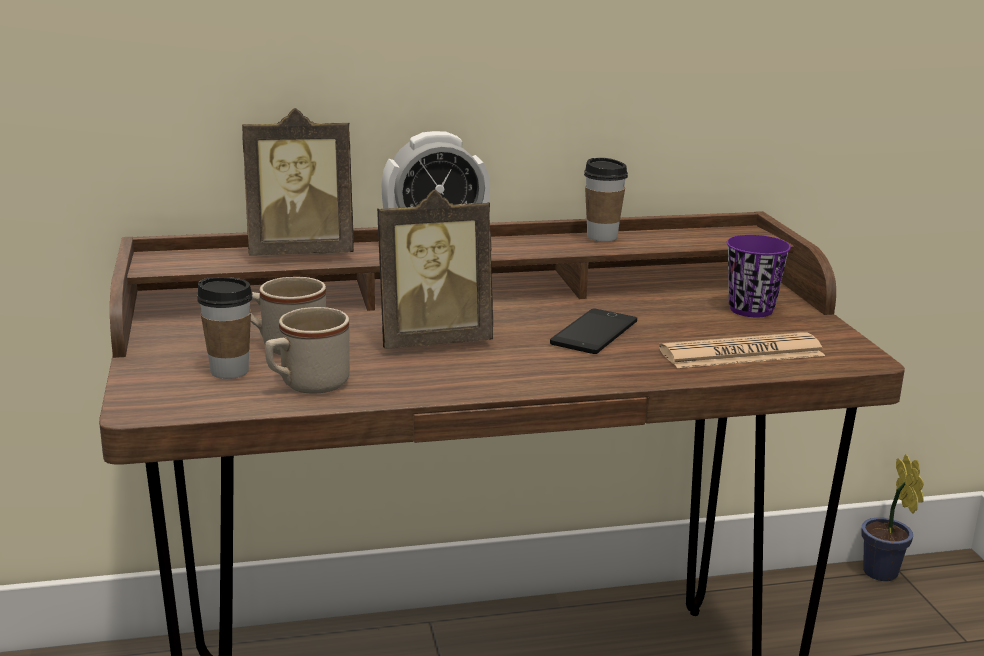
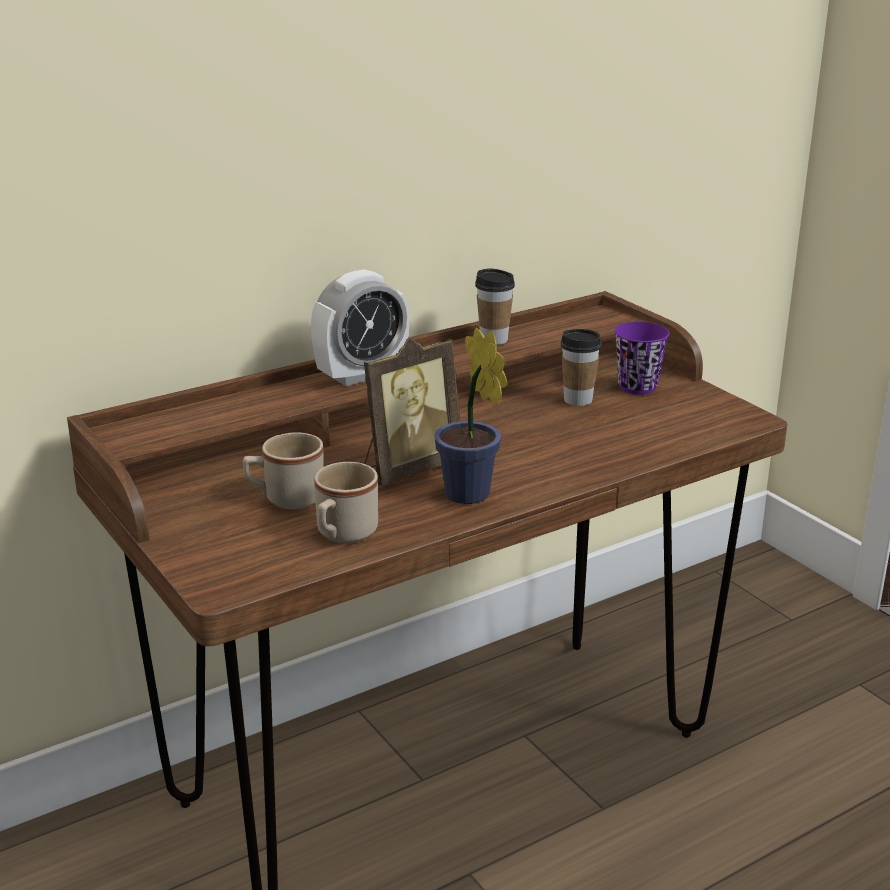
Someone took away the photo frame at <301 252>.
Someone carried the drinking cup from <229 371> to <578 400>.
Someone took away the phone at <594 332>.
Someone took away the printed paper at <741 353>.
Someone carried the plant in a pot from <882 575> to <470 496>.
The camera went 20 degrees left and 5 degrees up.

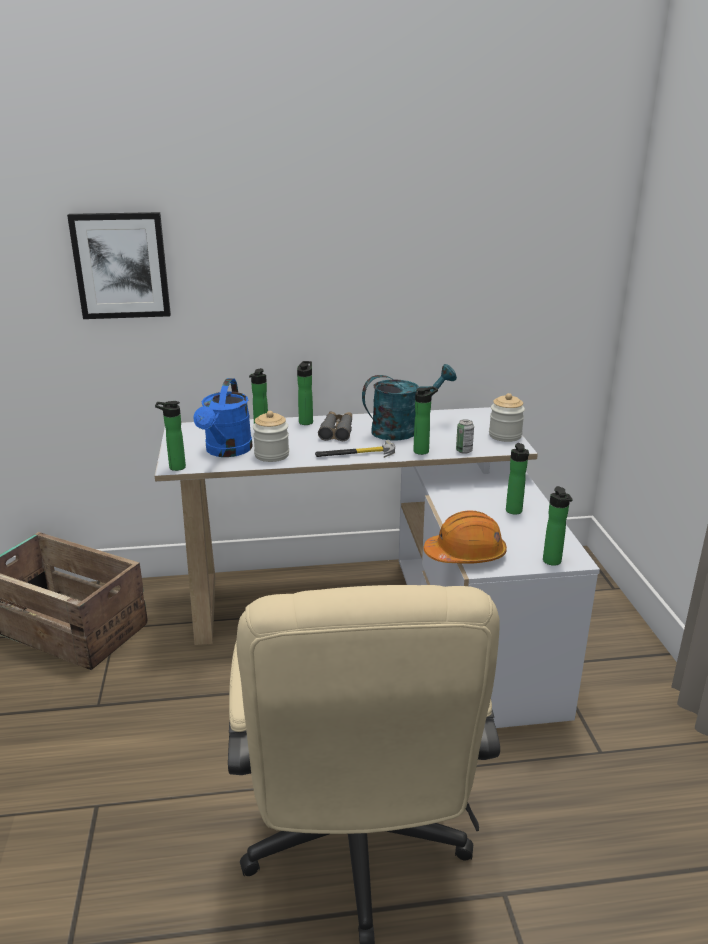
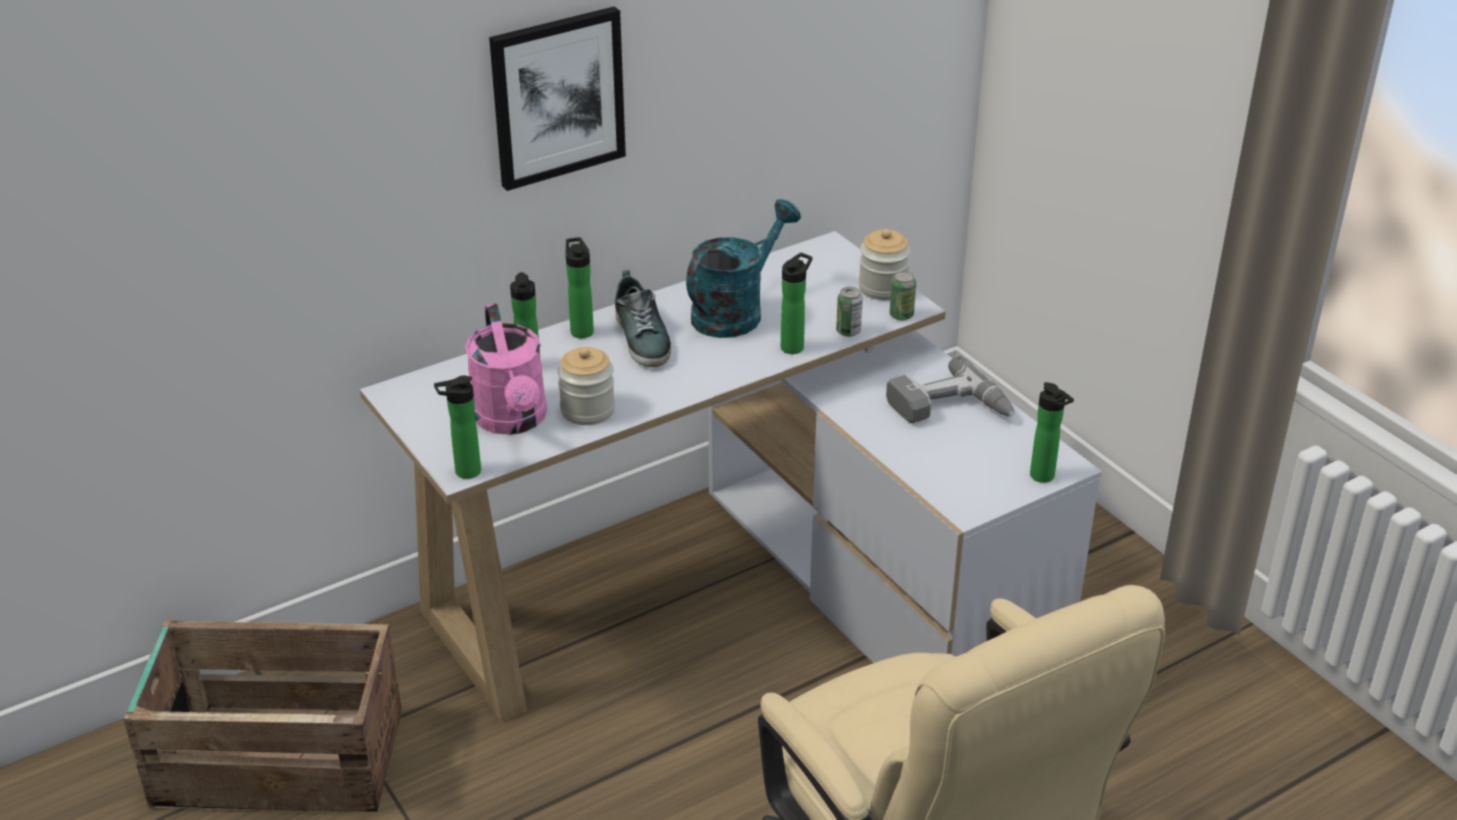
Someone carried the wall art from <121 265> to <557 97>.
Someone repainted the bluish watering can at <226 451>, which became the pink-coloured watering can at <513 421>.
Someone swapped the grey pair of binoculars at <337 431> for the low shoe at <643 338>.
Someone took away the hammer at <355 454>.
Someone swapped the drink bottle at <514 512> for the power drill at <950 409>.
Someone took away the orange-coloured safety helmet at <465 555>.
Someone put down the can at <901 315>.
The camera went 25 degrees left and 10 degrees up.

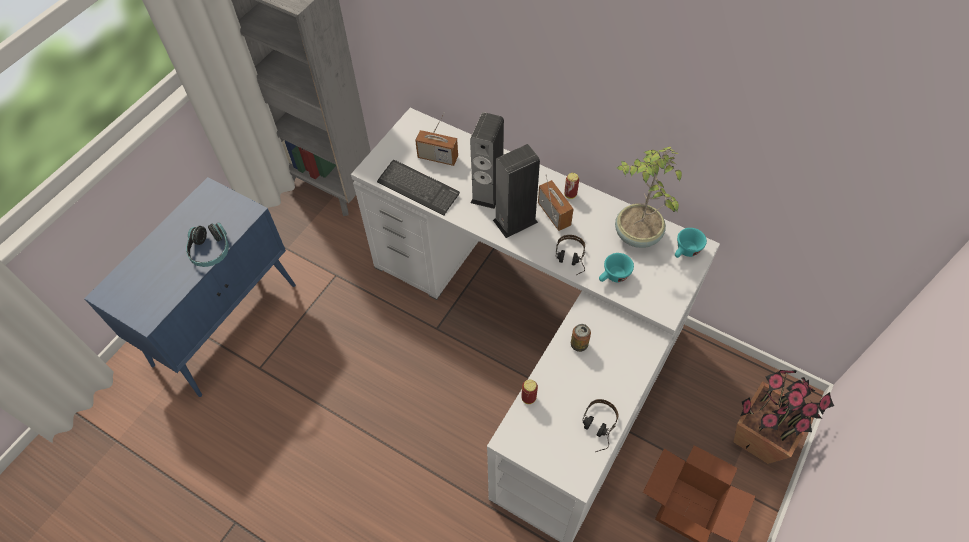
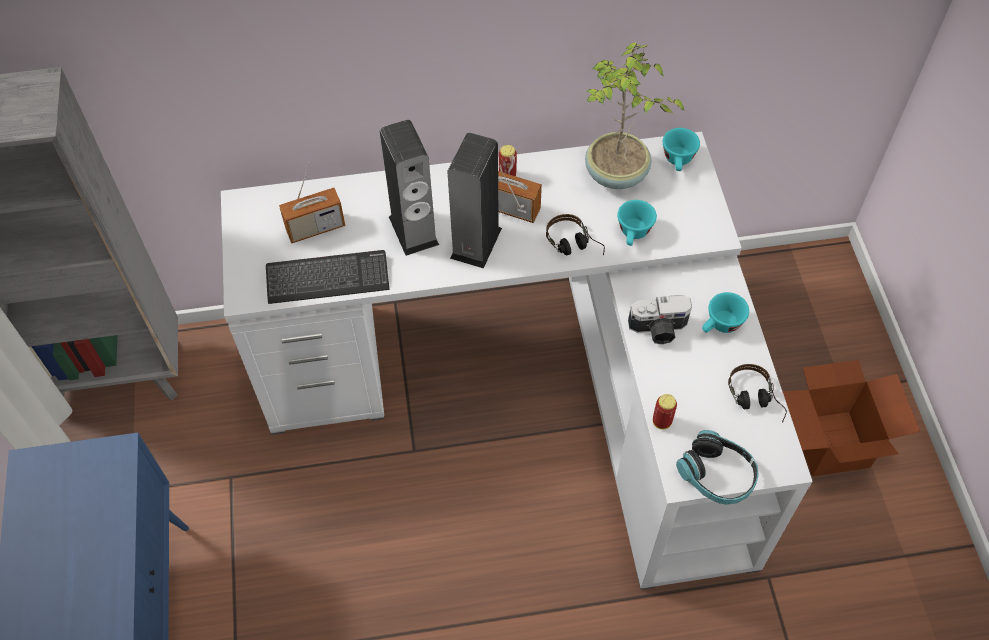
Someone carried the pair of headphones from <210 250> to <717 475>.
Someone swapped the can at <579 344> for the photo camera at <658 330>.
Someone took away the plant in a pot at <758 437>.
Someone put down the turquoise-coloured drinking cup at <720 325>.
The camera went 40 degrees left and 0 degrees up.

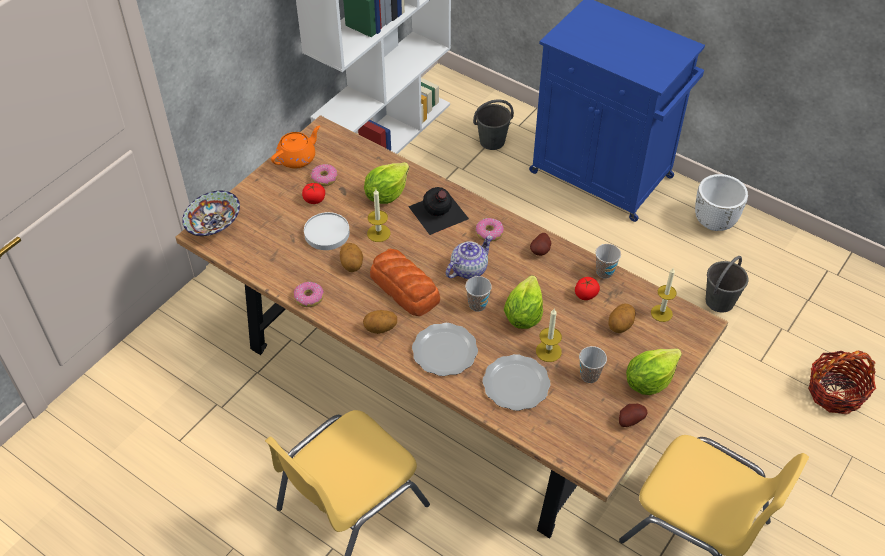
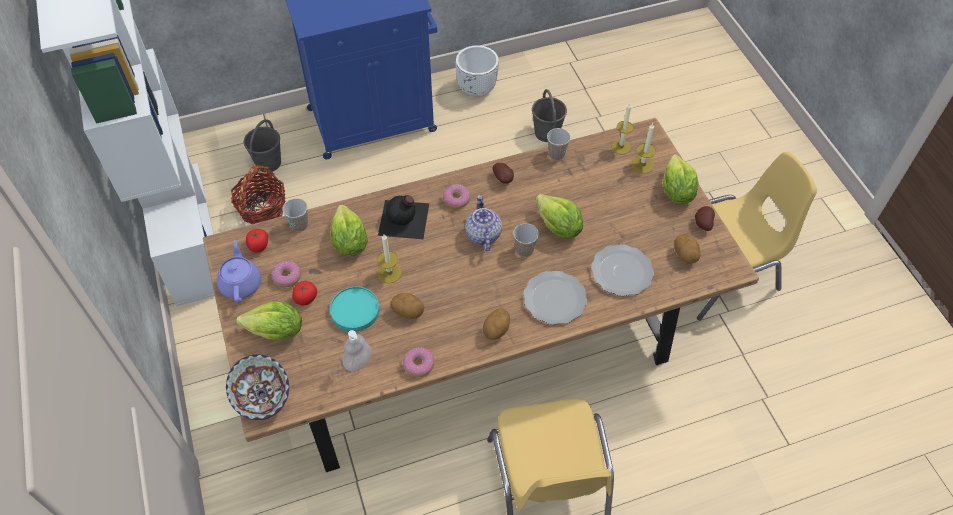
Someone repainted the orange-coloured pot for tea at <297 158>, which became the purplish pot for tea at <241 283>.
Someone repainted the whitish flat dish at <327 233>, which became the turquoise-coloured flat dish at <355 310>.
Someone took away the baked bread at <405 289>.
Someone carried the tomato from <586 295> to <259 246>.
Someone carried the spud from <620 325> to <685 255>.
Someone carried the wax candle from <548 351> to <642 165>.
Someone carried the drinking cup from <589 375> to <299 225>.
Someone carried the basket from <835 392> to <262 208>.
Someone put down the lettuce at <276 332>.
Someone put down the liquid soap bottle at <358 362>.
The camera went 55 degrees left and 5 degrees up.

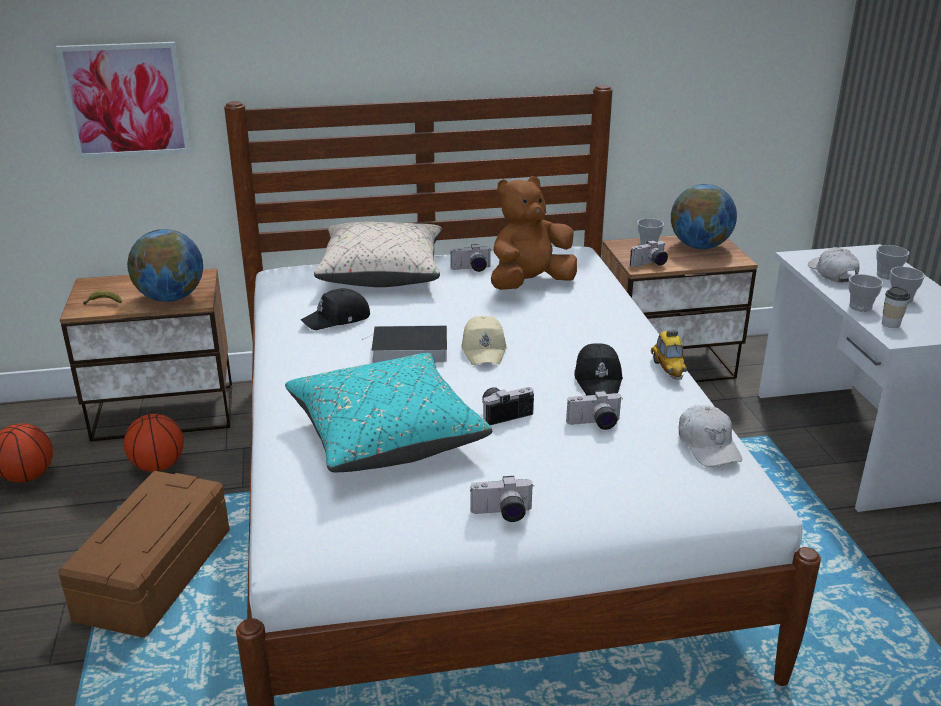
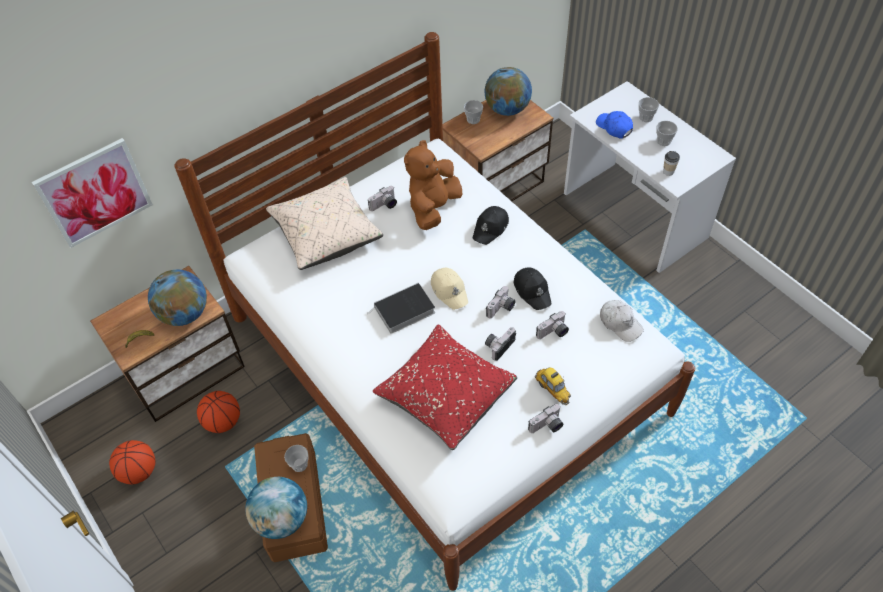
Someone carried the photo camera from <650 264> to <501 309>.
Someone repainted the whitish baseball cap at <832 273>, which became the bluish baseball cap at <614 127>.
Someone carried the drinking cup from <860 306> to <299 464>.
Someone carried the black baseball cap from <337 319> to <491 228>.
Someone carried the miniature car from <668 369> to <552 390>.
Someone repainted the turquoise-coloured cushion at <386 435>, which became the red-coloured cushion at <445 395>.
Someone put down the world globe at <281 519>.
The camera went 25 degrees left and 25 degrees up.

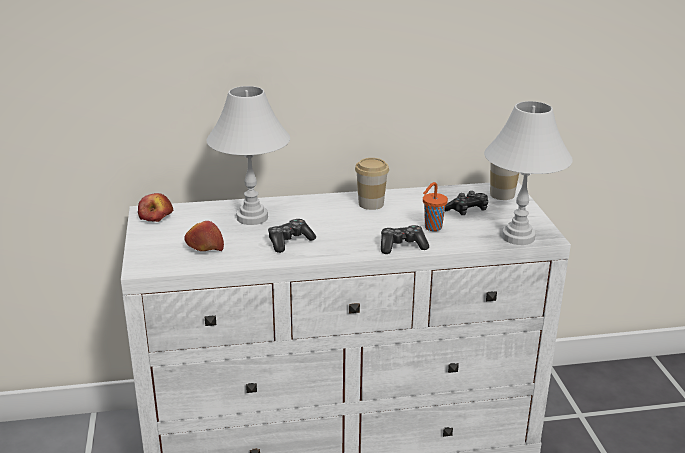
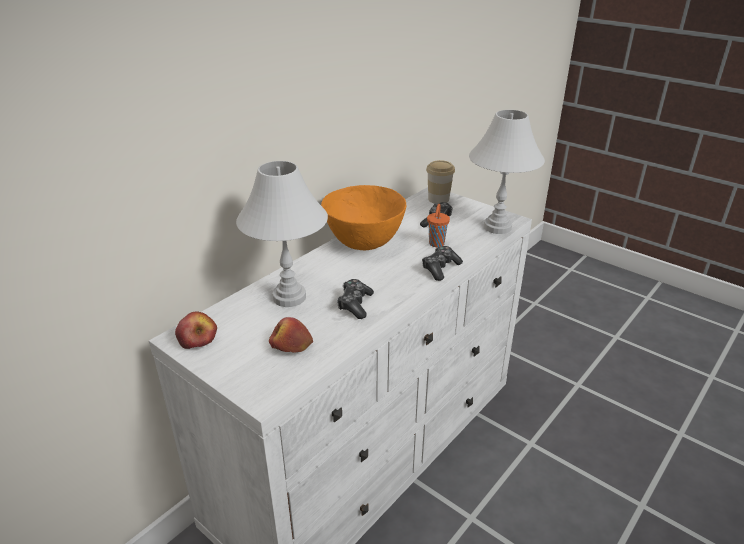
Someone swapped the drinking cup at <371 204> for the orange-coloured deep dish at <364 243>.
The camera went 40 degrees left and 5 degrees up.

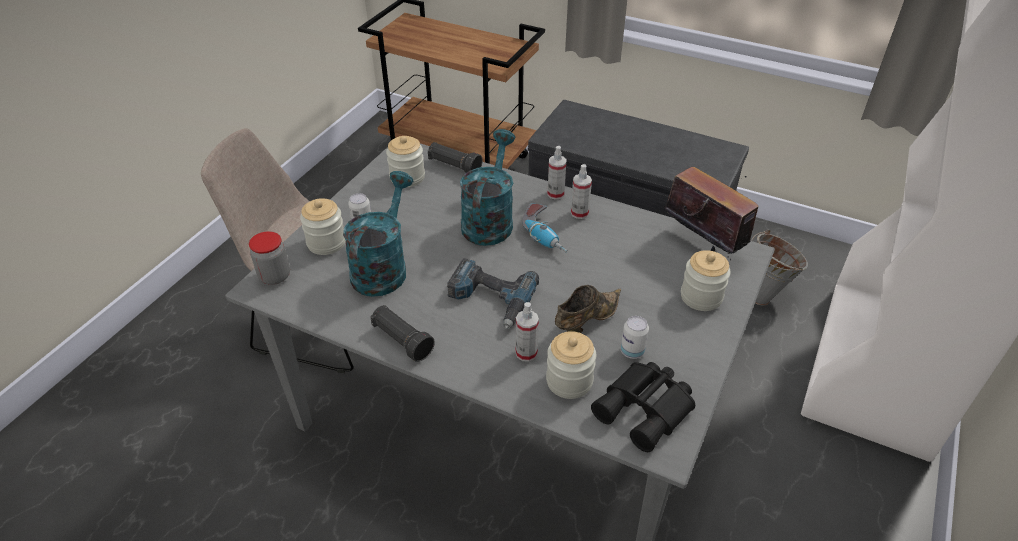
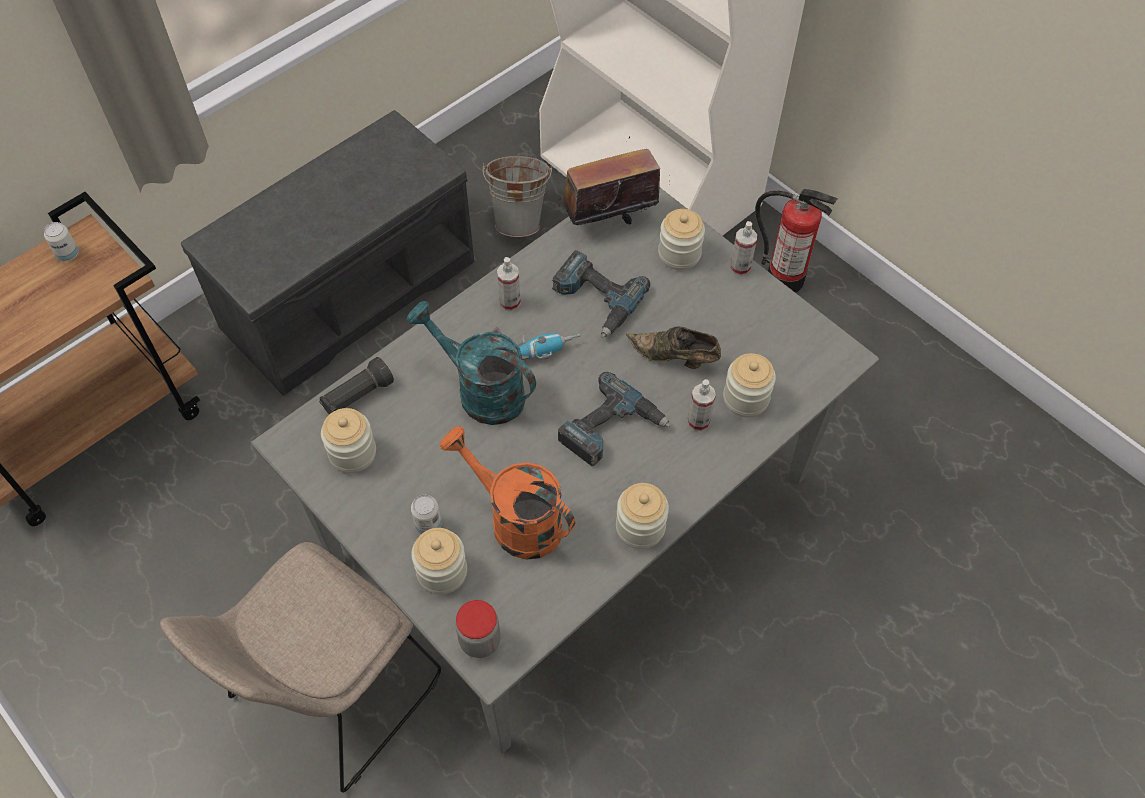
Someone carried the spray bottle from <555 194> to <740 267>.
Someone repainted the turquoise-coloured watering can at <383 267>, which became the orange-coloured watering can at <515 519>.
Someone rotated the brownish low shoe at <585 321> by 45 degrees counterclockwise.
Someone swapped the black hand torch at <402 340> for the preserve jar at <640 527>.
Someone carried the can from <632 351> to <68 254>.
Someone took away the black pair of binoculars at <646 410>.
Someone put down the fire extinguisher at <785 278>.
Someone put down the power drill at <595 299>.
The camera went 70 degrees left and 15 degrees up.

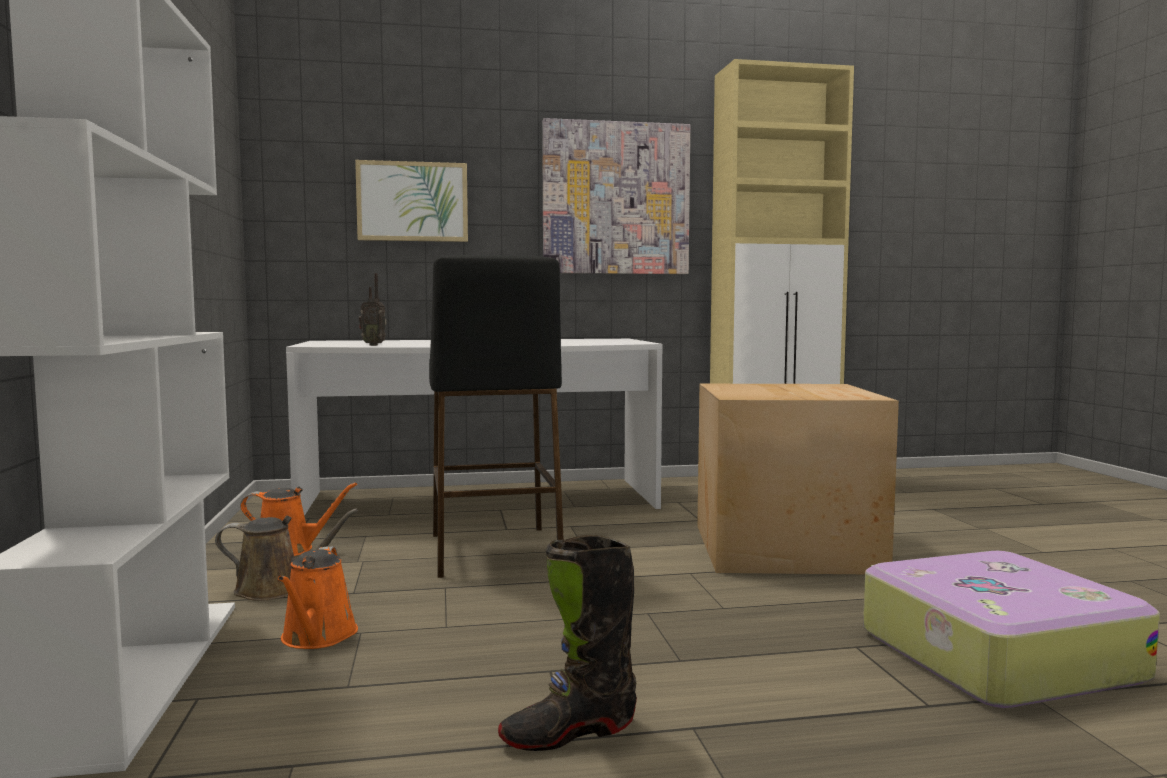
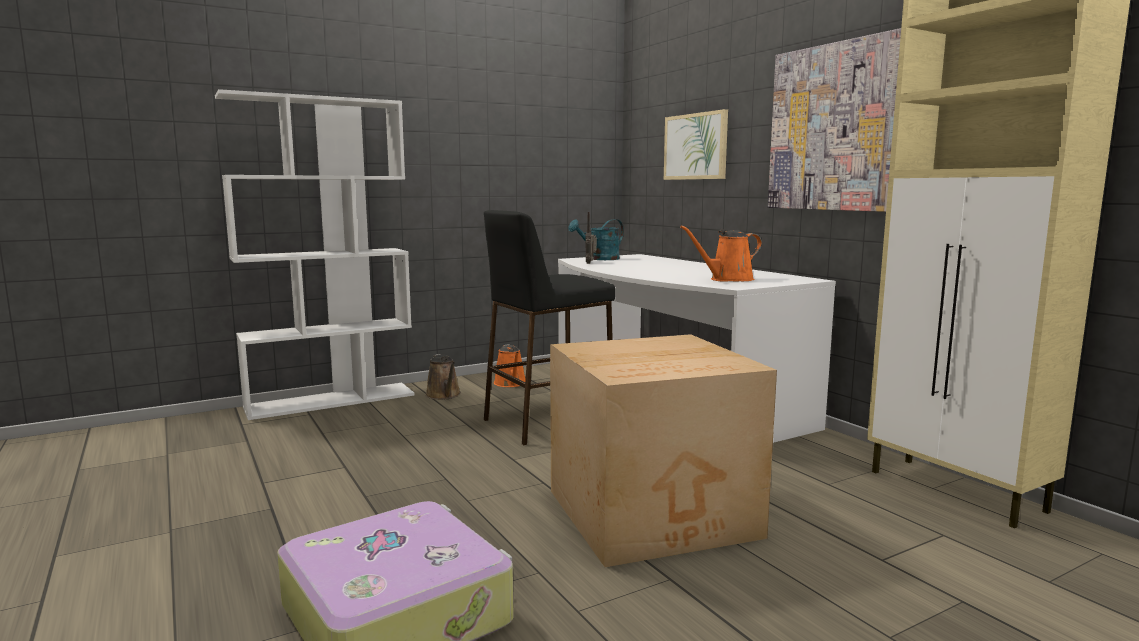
Someone took away the black tall boot at <569 733>.
Someone carried the orange-coloured watering can from <317 637> to <727 279>.
Someone put down the turquoise-coloured watering can at <600 259>.
The camera went 70 degrees right and 5 degrees up.

